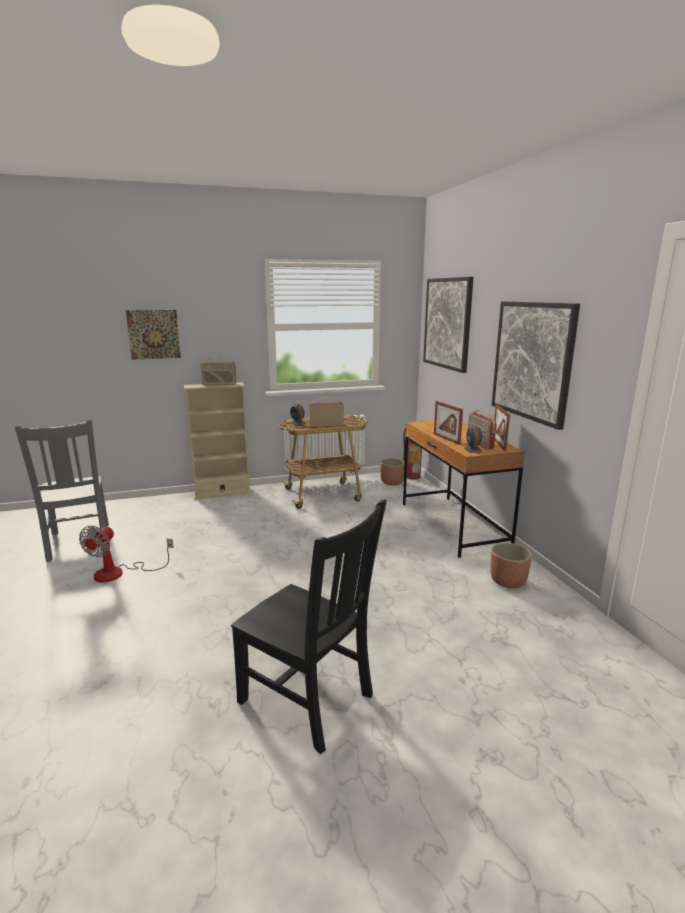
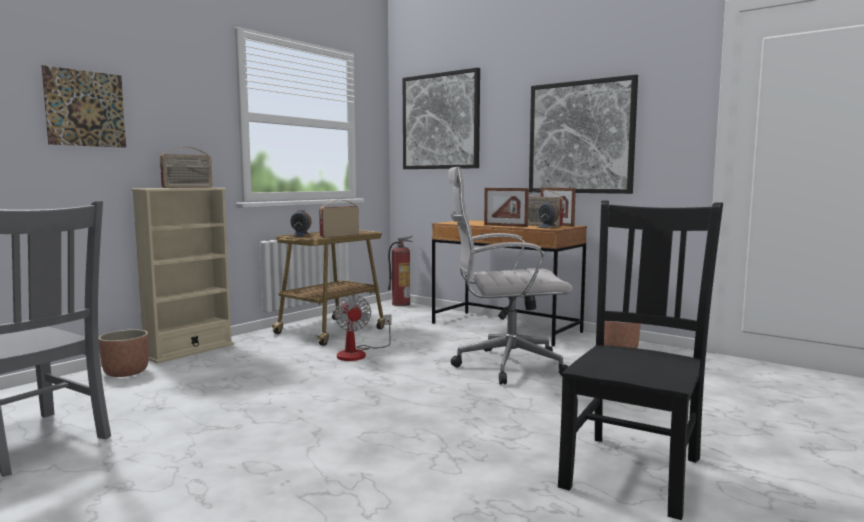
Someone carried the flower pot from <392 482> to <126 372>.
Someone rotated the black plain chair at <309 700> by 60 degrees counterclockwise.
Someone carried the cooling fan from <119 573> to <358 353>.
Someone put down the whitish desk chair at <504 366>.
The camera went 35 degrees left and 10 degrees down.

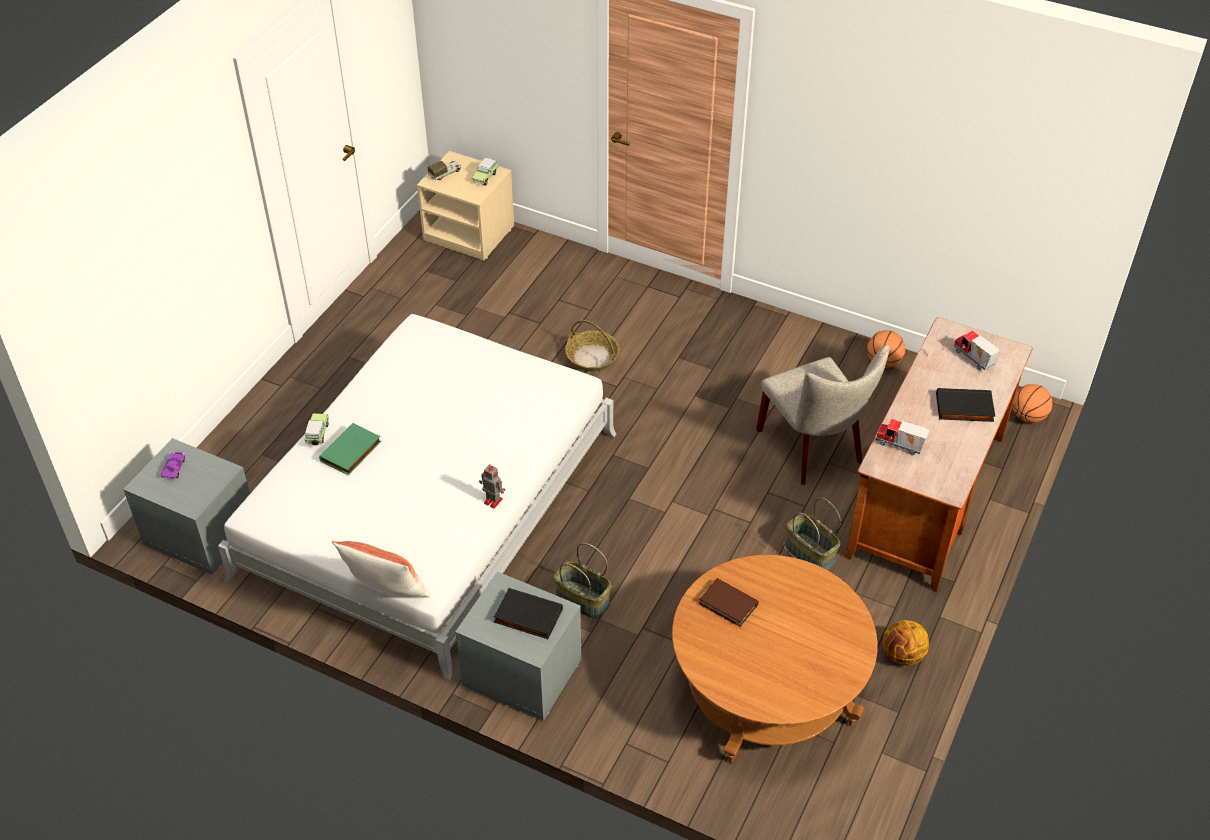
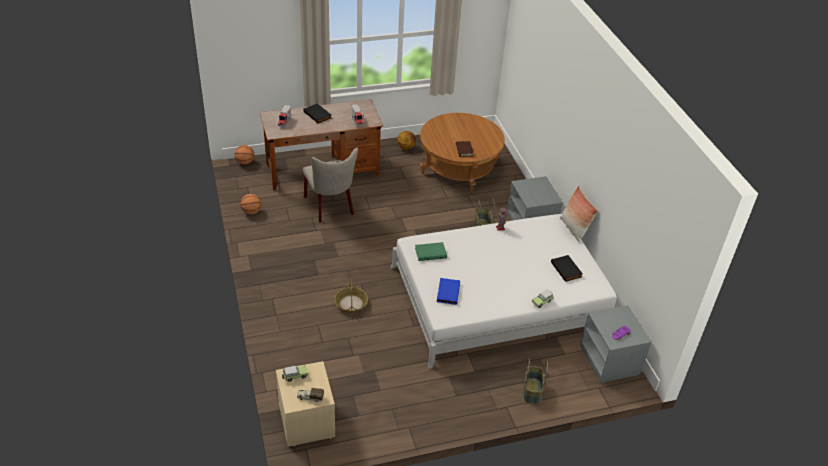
Someone rotated the beige plain chair at <814 450> by 135 degrees clockwise.
Someone carried the green-coloured volume from <351 452> to <430 252>.
Someone carried the basket from <809 554> to <532 391>.
Someone carried the black volume from <527 617> to <567 269>.
Someone put down the bluish volume at <447 292>.
The camera went 135 degrees left and 5 degrees down.

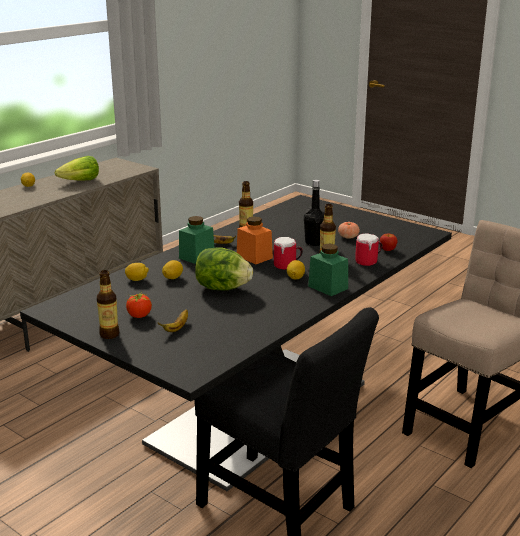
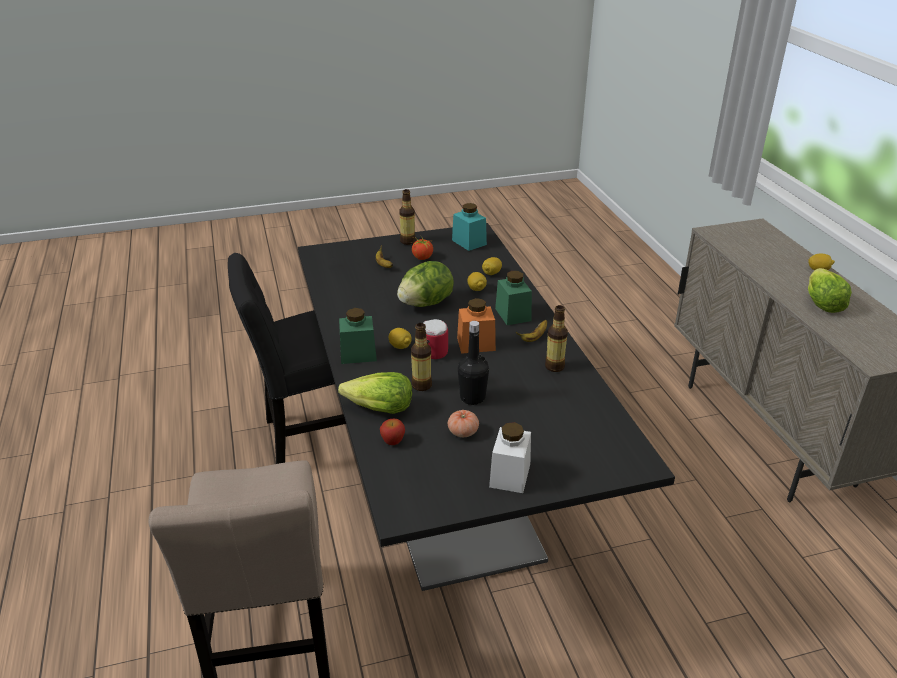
Someone swapped the mug at <369 261> for the lettuce at <379 409>.
Someone put down the turquoise-coloured preserve jar at <469 242>.
Someone put down the whitish preserve jar at <510 475>.
The camera went 125 degrees right and 10 degrees up.

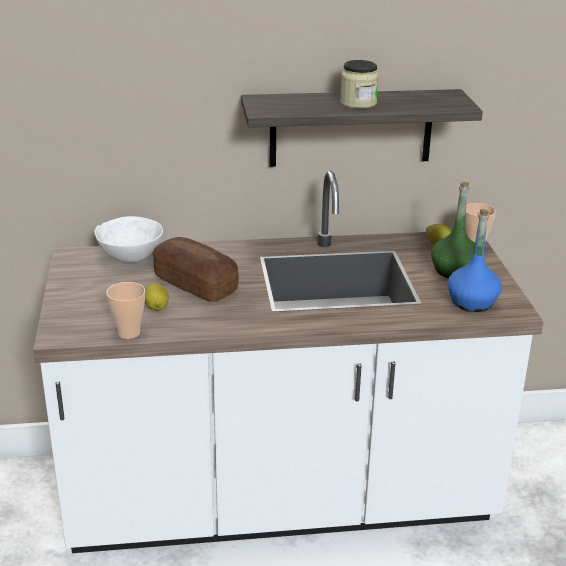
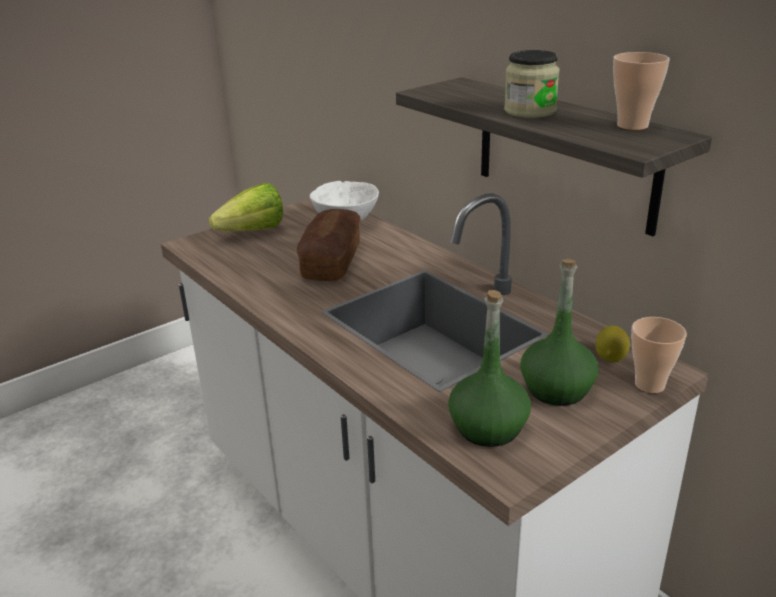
Someone repainted the bluish drink bottle at <472 302>, which became the green-coloured drink bottle at <488 428>.
Someone carried the drinking cup from <129 333> to <632 125>.
Someone took away the lemon at <156 307>.
Someone put down the lettuce at <246 233>.
The camera went 60 degrees right and 0 degrees up.

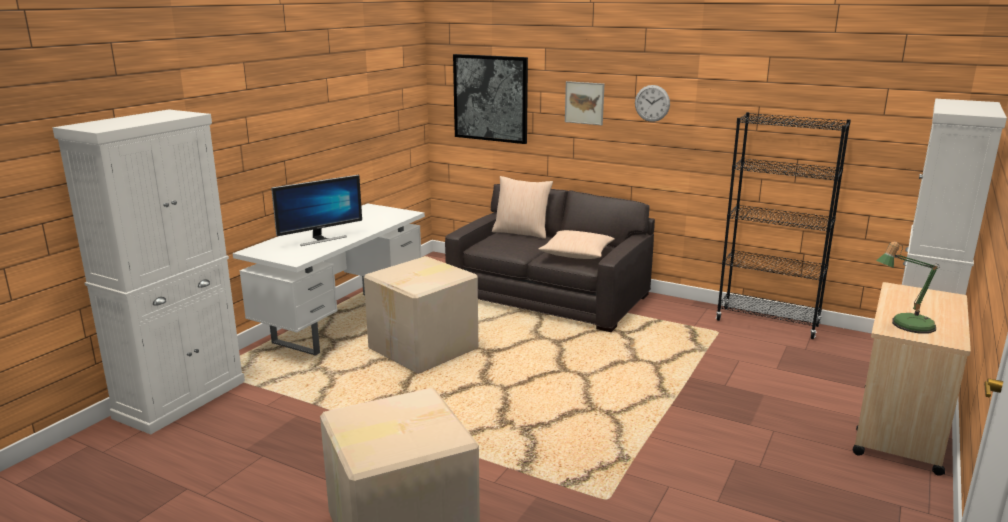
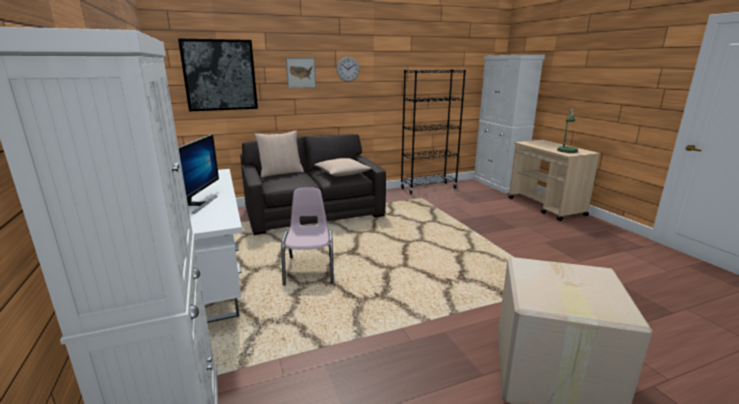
Someone swapped the packing box at <425 349> for the pink-coloured plain chair at <310 269>.
The camera went 50 degrees left and 0 degrees up.

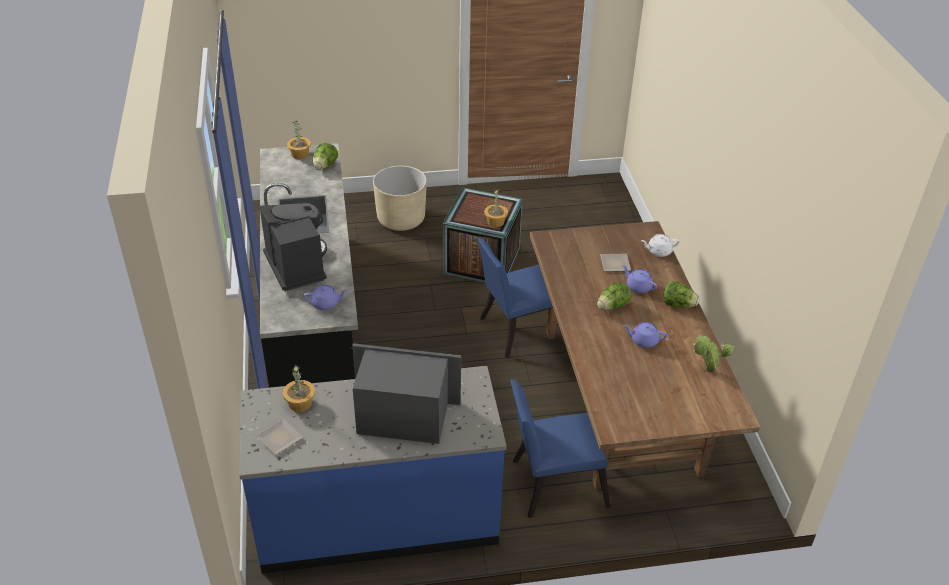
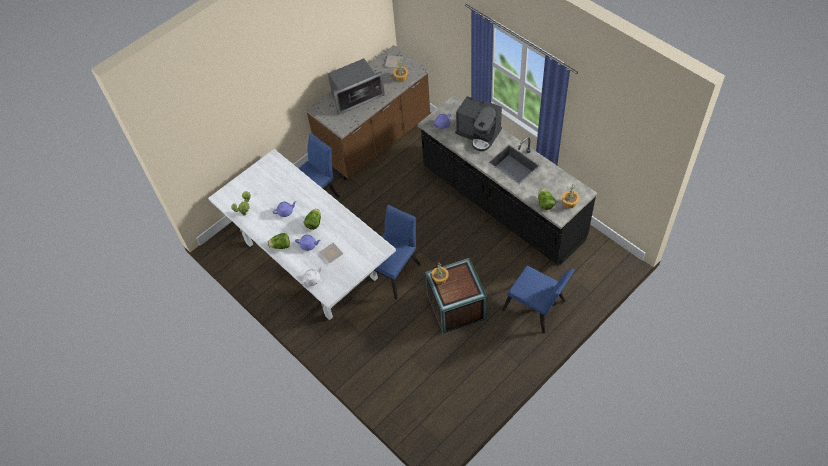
Someone swapped the beige flower pot at <401 219> for the bluish plain chair at <536 308>.
Someone repainted the brownish dining table at <620 400>, which became the whitish dining table at <309 259>.
Someone repainted the bluish kitchen counter at <377 517>, which became the brownish kitchen counter at <376 140>.
The camera went 150 degrees right and 15 degrees up.

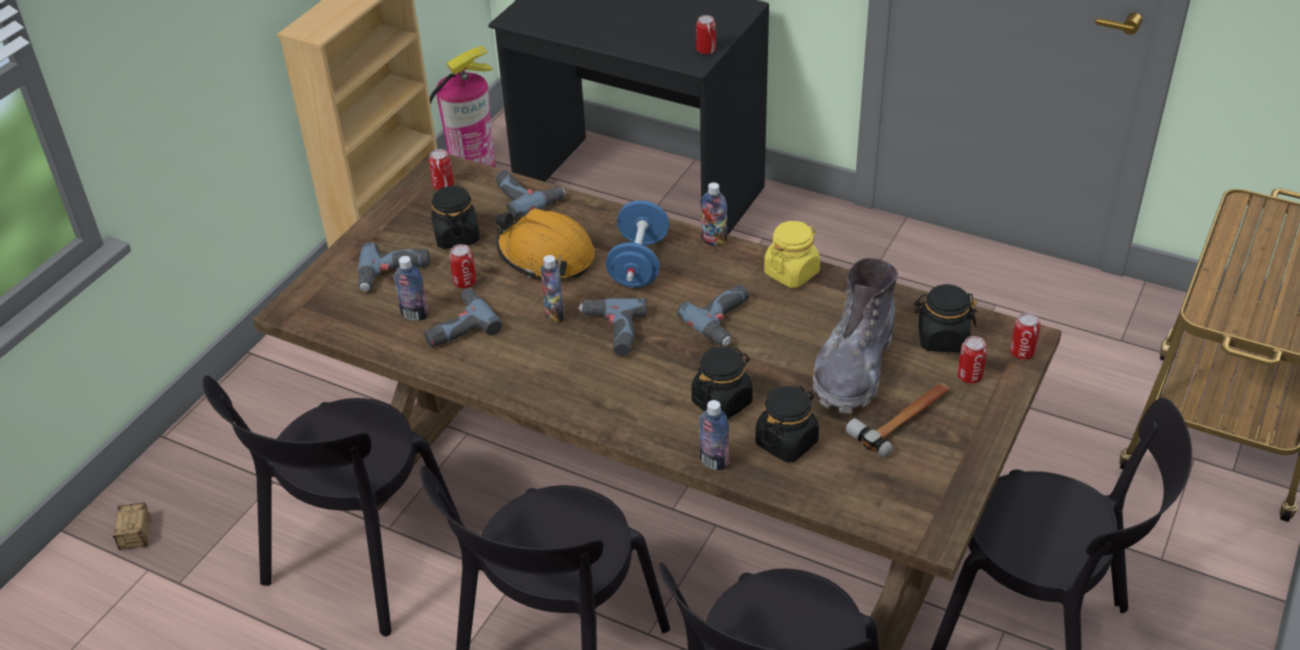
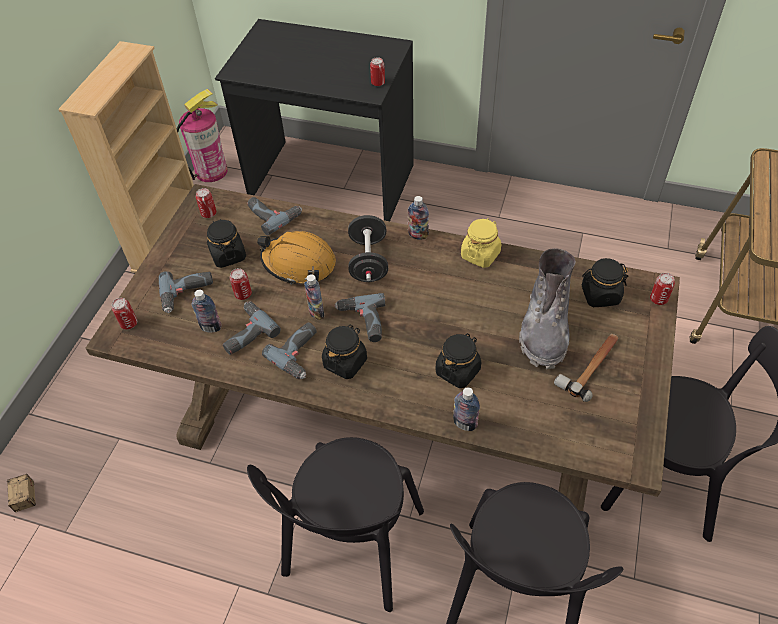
Someone repainted the bluish dumbbell at <638 264>, which became the black dumbbell at <368 261>.
Someone carried the power drill from <725 321> to <300 354>.
Someone carried the can from <969 376> to <129 323>.
Someone took away the black plain chair at <358 564>.
Someone carried the black preserve jar from <786 442> to <345 362>.
The camera went 10 degrees left and 10 degrees up.

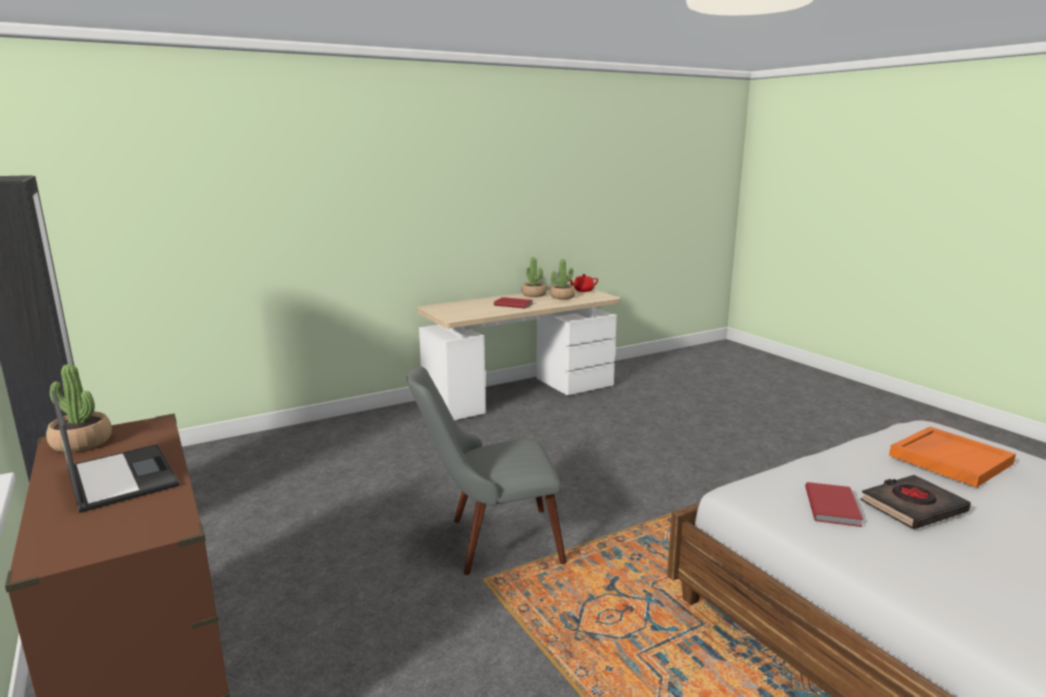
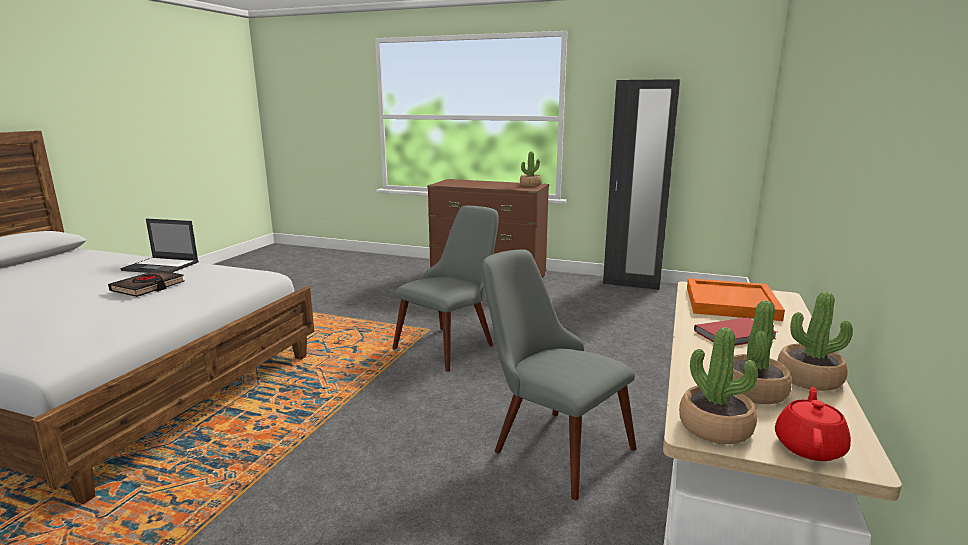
Someone carried the portable computer from <121 477> to <162 266>.
Someone carried the orange-coloured carrying tray from <949 459> to <732 303>.
Someone took away the red-coloured volume at <833 506>.
Someone put down the grey plain chair at <549 443>.
Someone put down the plant in a pot at <715 427>.
The camera went 140 degrees right and 0 degrees up.

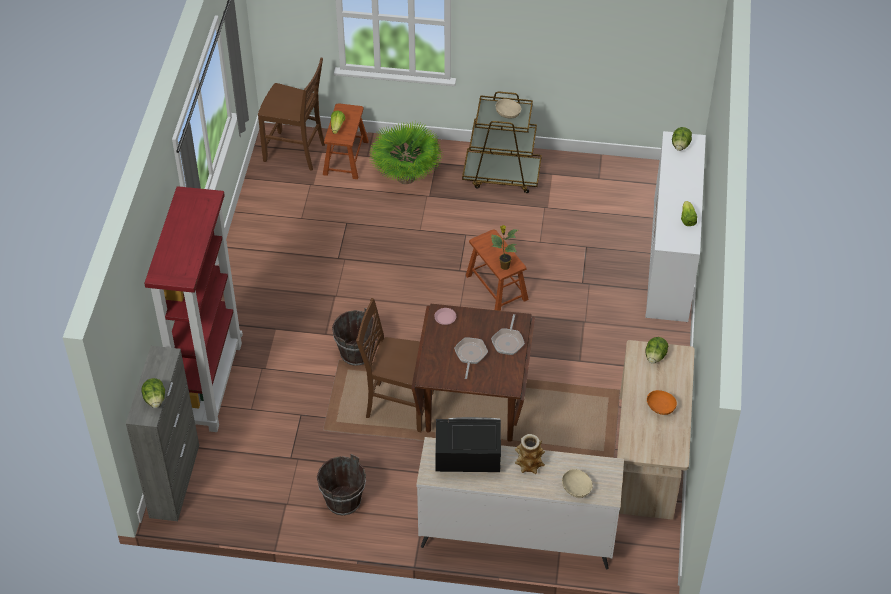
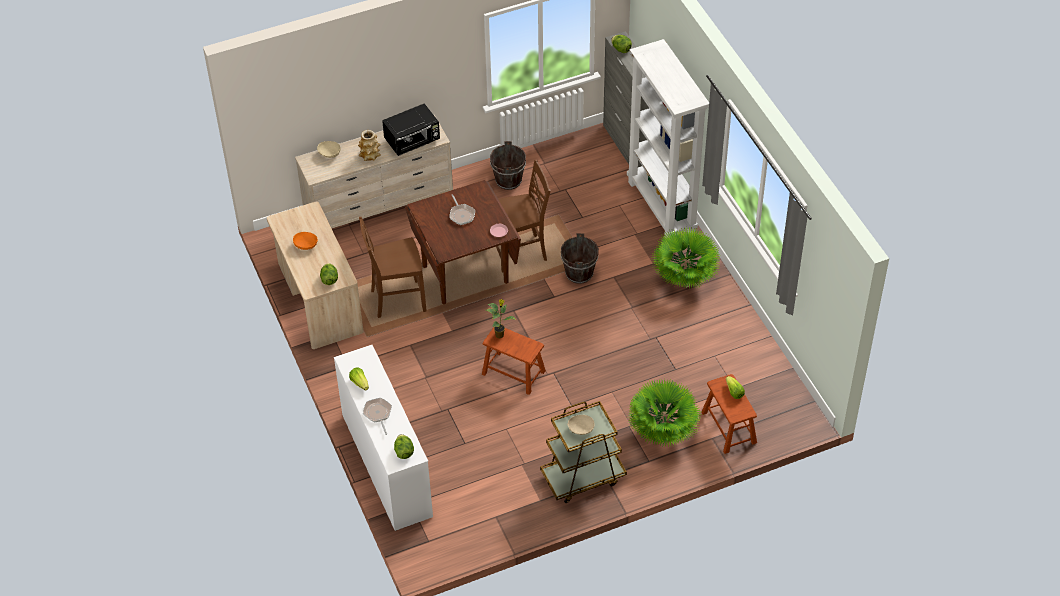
Someone carried the brownish plain chair from <296 152> to <397 300>.
Someone repainted the red-coloured bookshelf at <210 384>, which became the whitish bookshelf at <662 207>.
Someone carried the frying pan from <508 341> to <378 414>.
Someone put down the plant in a pot at <684 280>.
The camera went 150 degrees right and 0 degrees up.

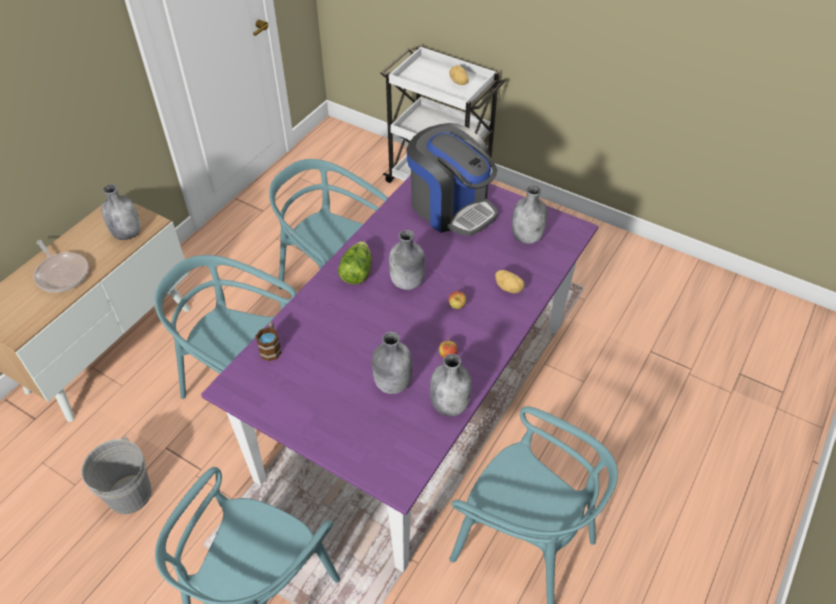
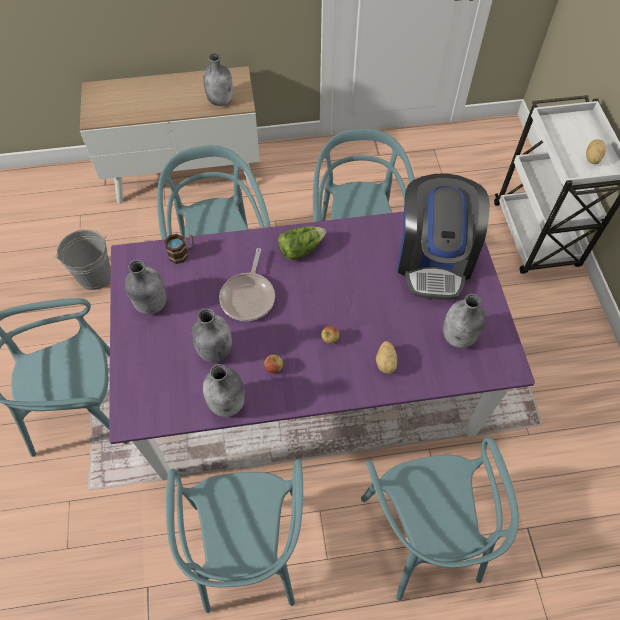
Someone carried the grey drink bottle from <407 282> to <151 304>.
Someone carried the frying pan from <62 273> to <249 296>.
Someone put down the turquoise-coloured plain chair at <423 534>.
The camera went 50 degrees right and 10 degrees up.

